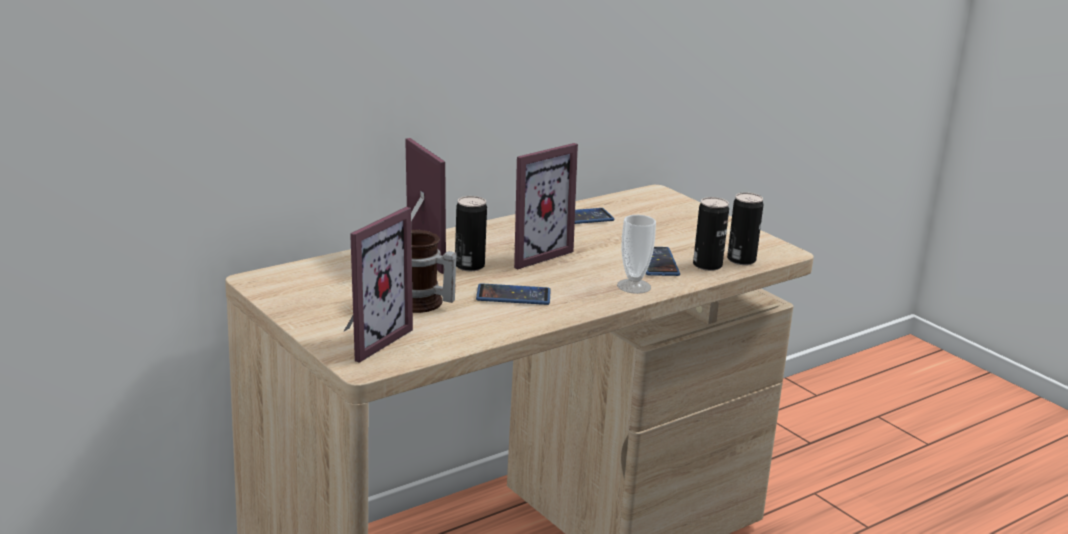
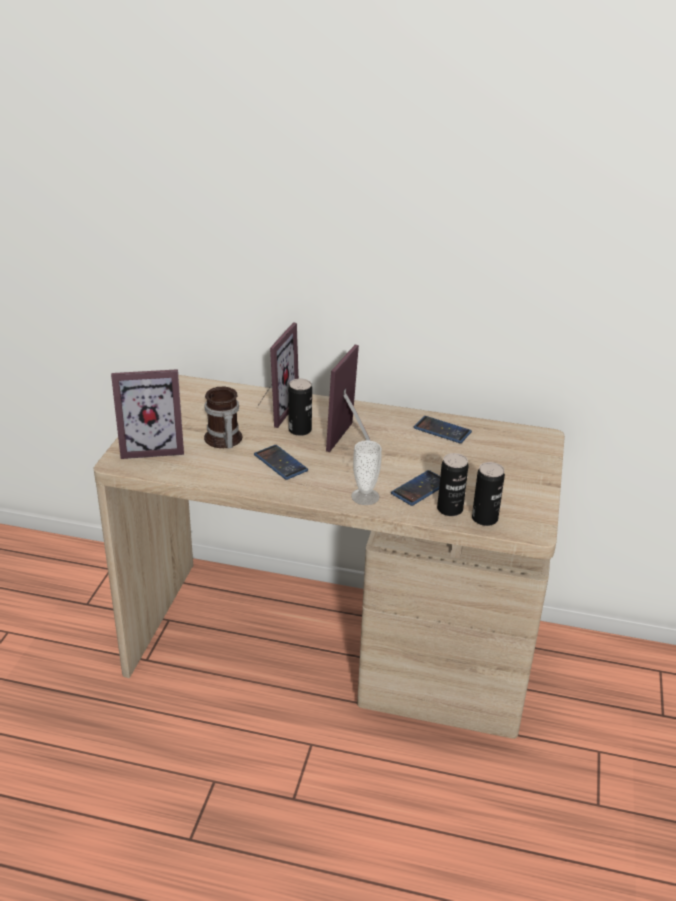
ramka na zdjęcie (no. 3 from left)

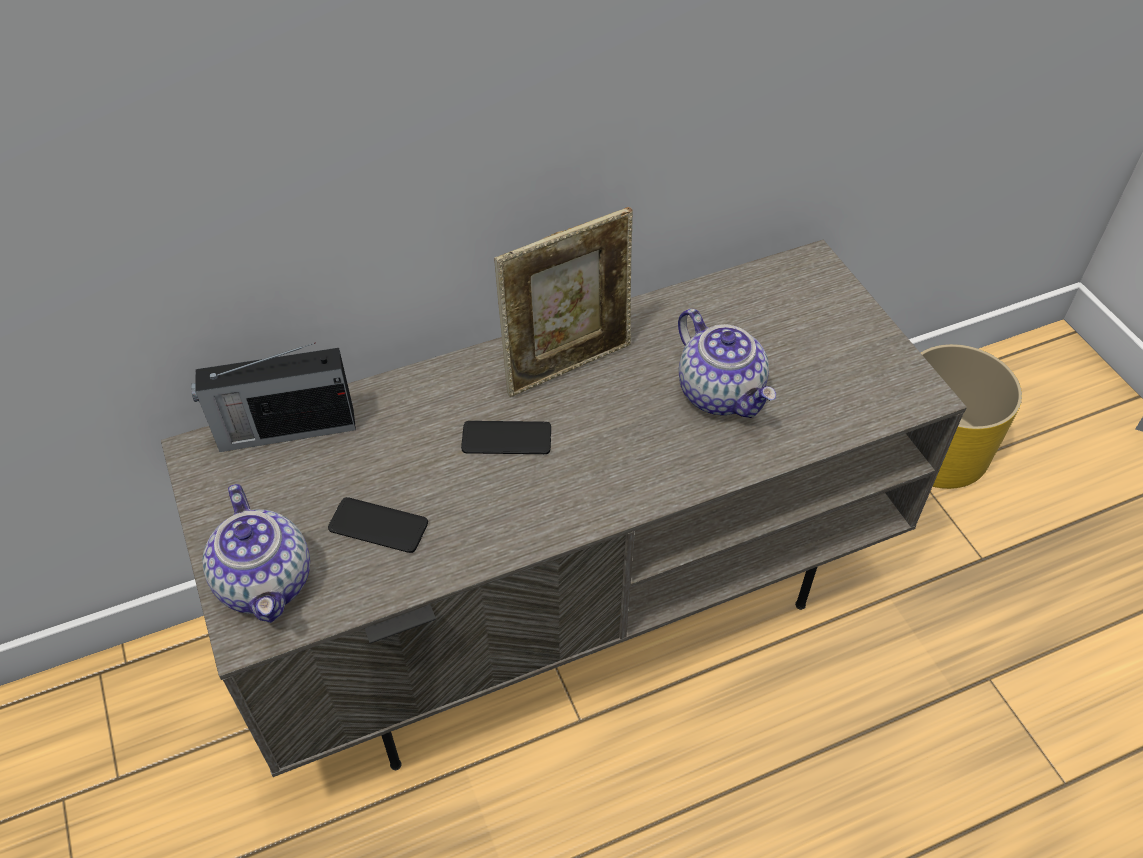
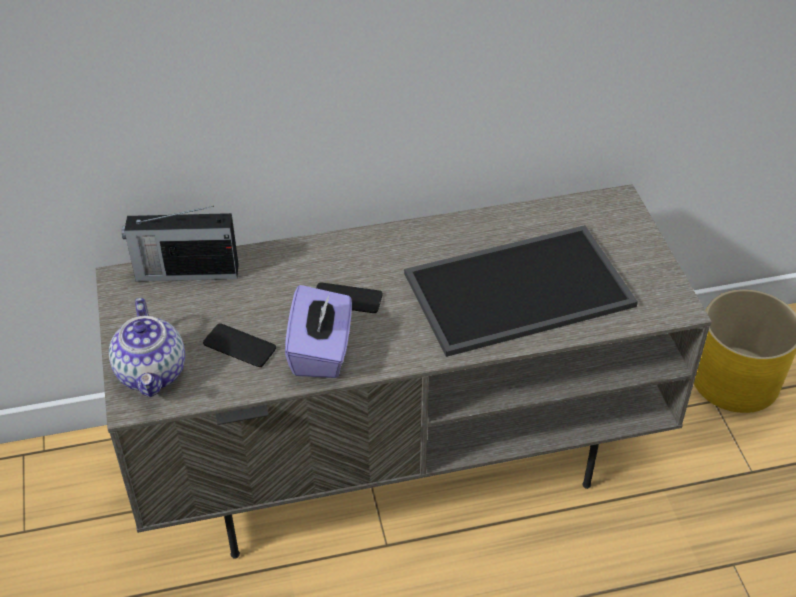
ramka na zdjęcie; taca; pudełko chusteczek/fioletowy

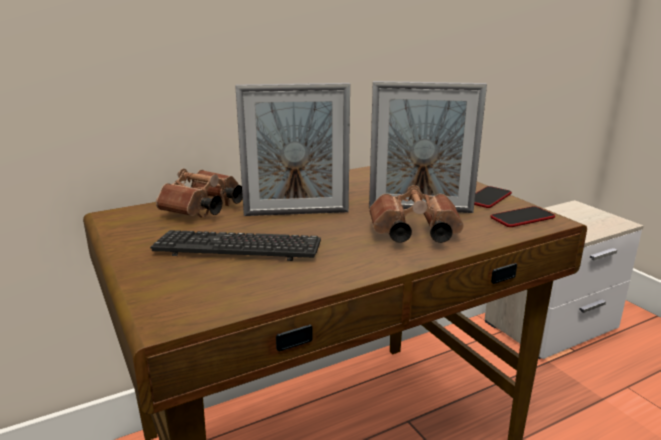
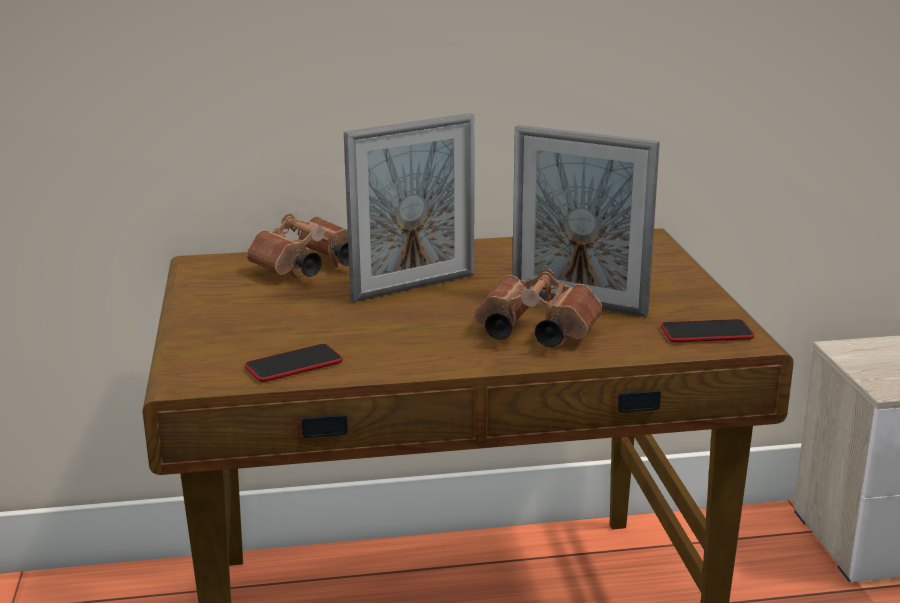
ramka na zdjęcie (no. 1 from left); telefon (no. 1 from left); klawiatura

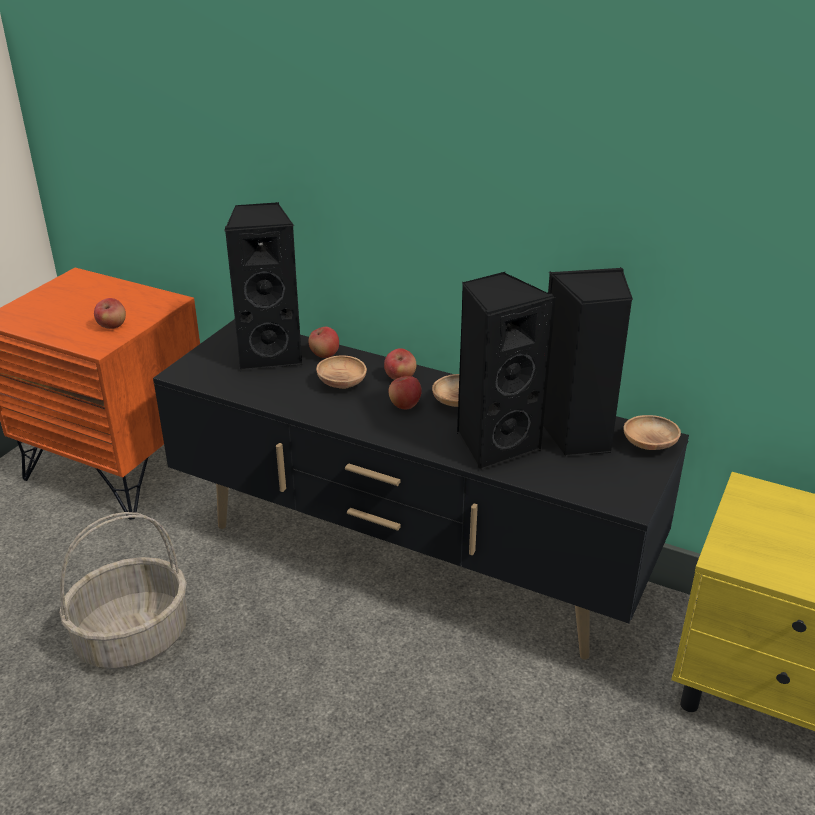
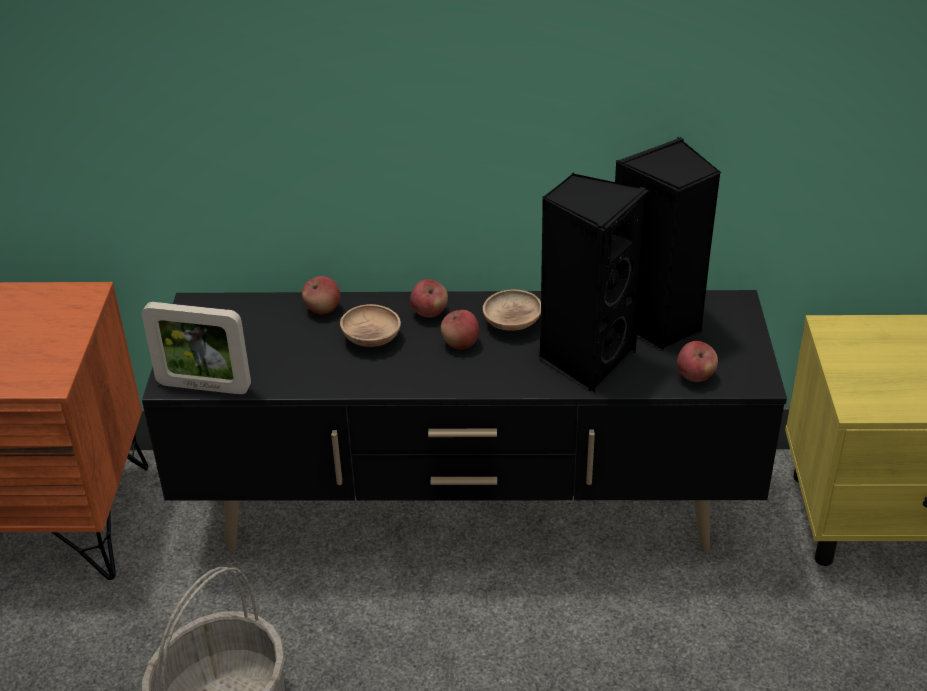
głośnik/czarny (no. 1 from left in the first image); jabłko (no. 4 from left); miska/brązowy (no. 3 from left in the first image); ramka na zdjęcie

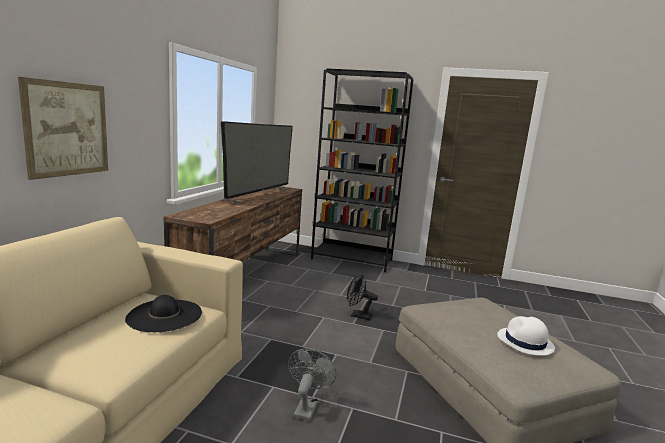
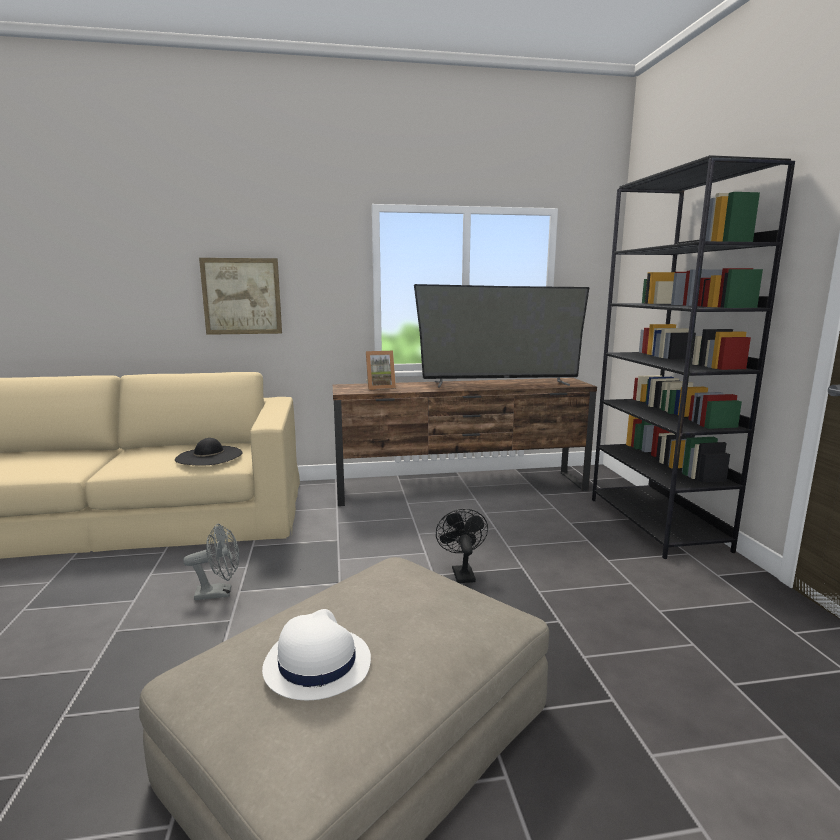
ramka na zdjęcie

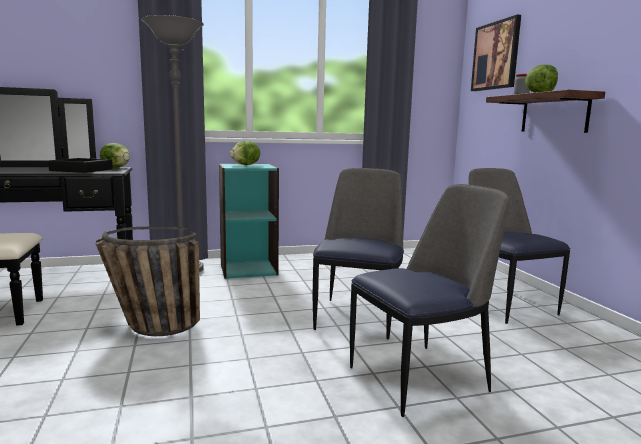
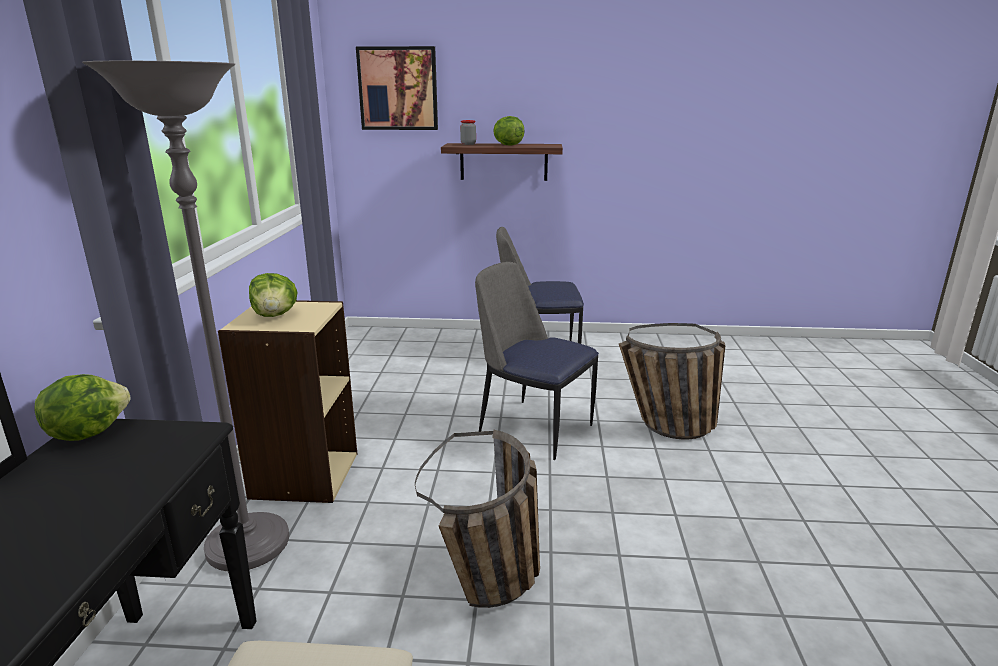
taca/czarny; regał/beżowy; koszyk (no. 2 from left)

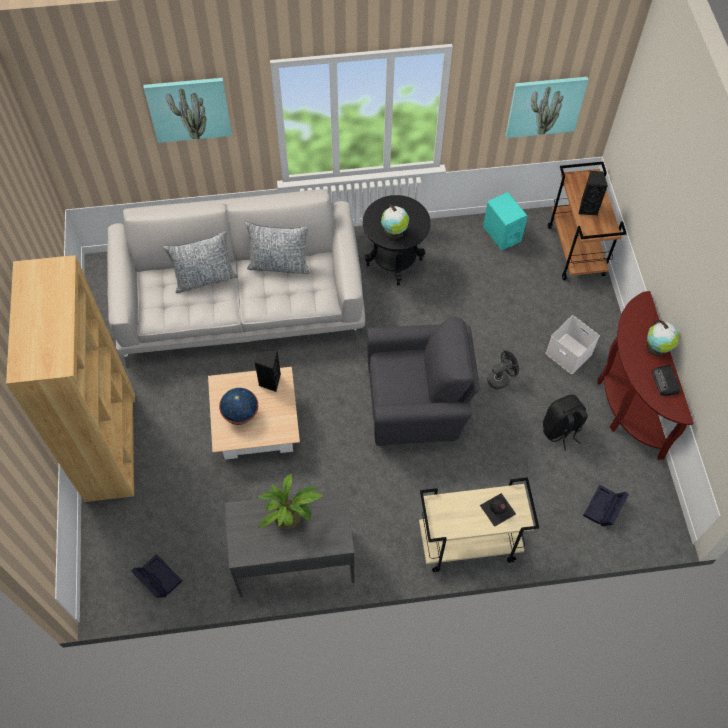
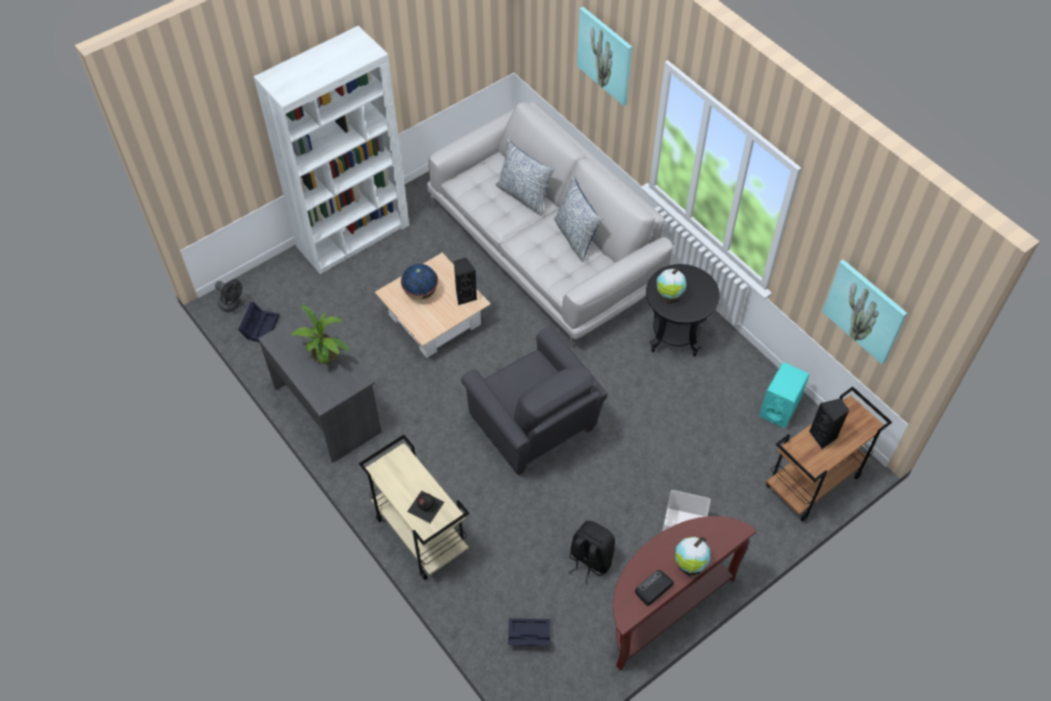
regał/biały; wentylator/czarny

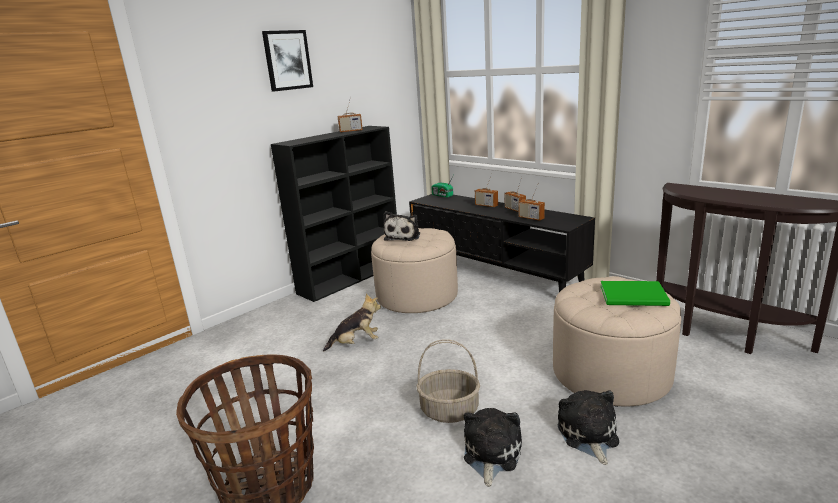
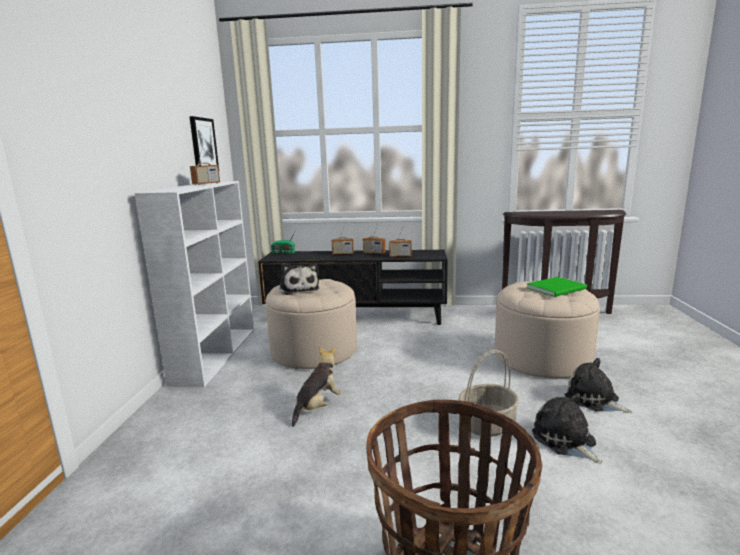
obraz; regał/biały

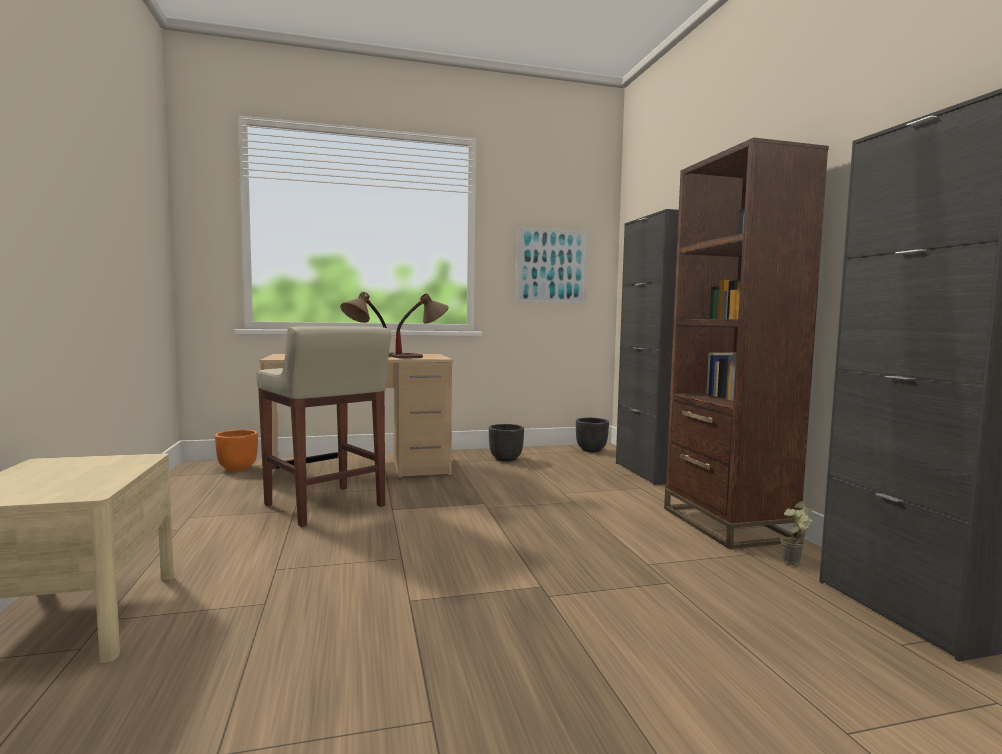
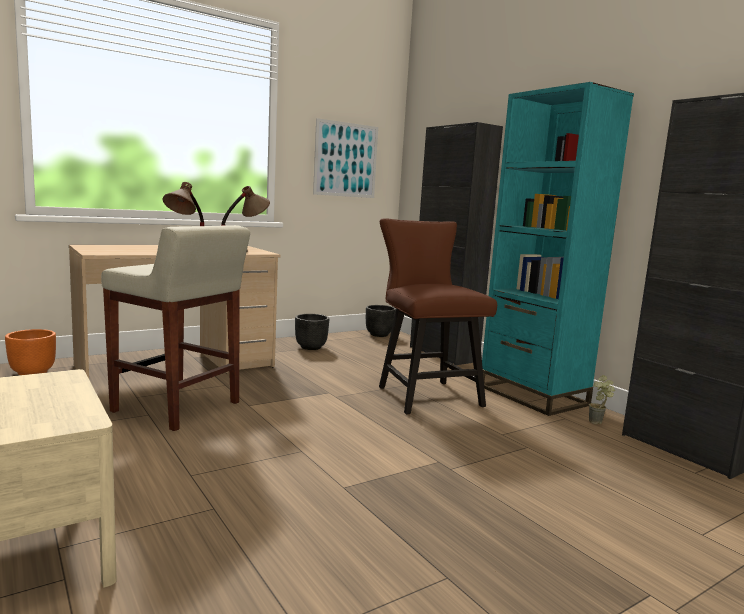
regał/turkusowy; krzesło/brązowy

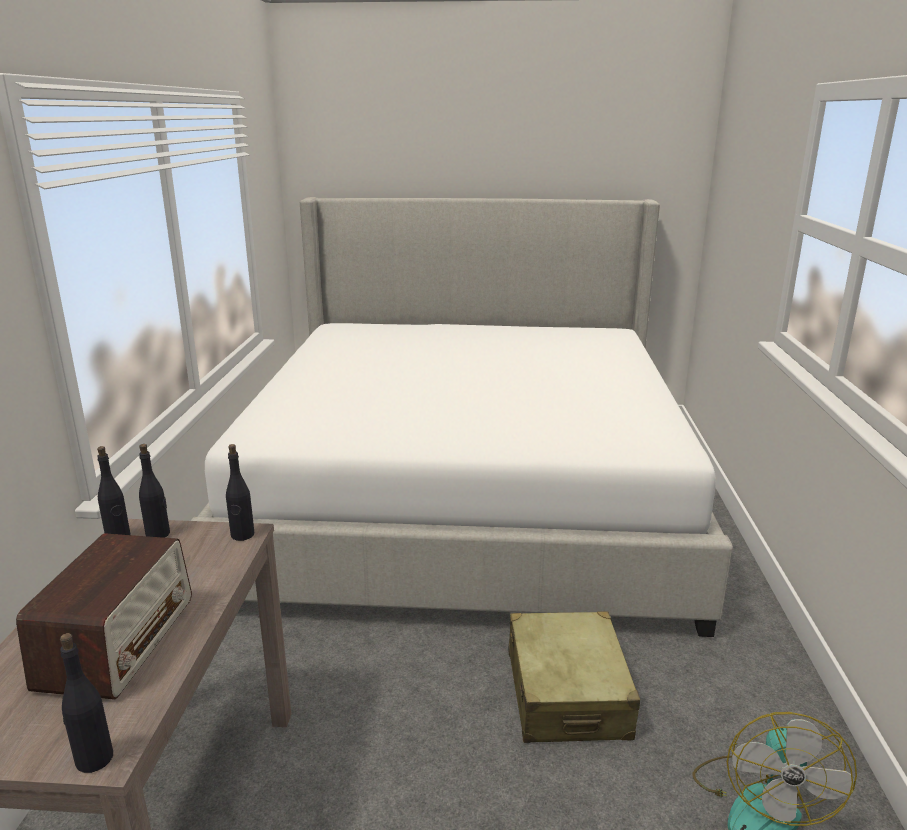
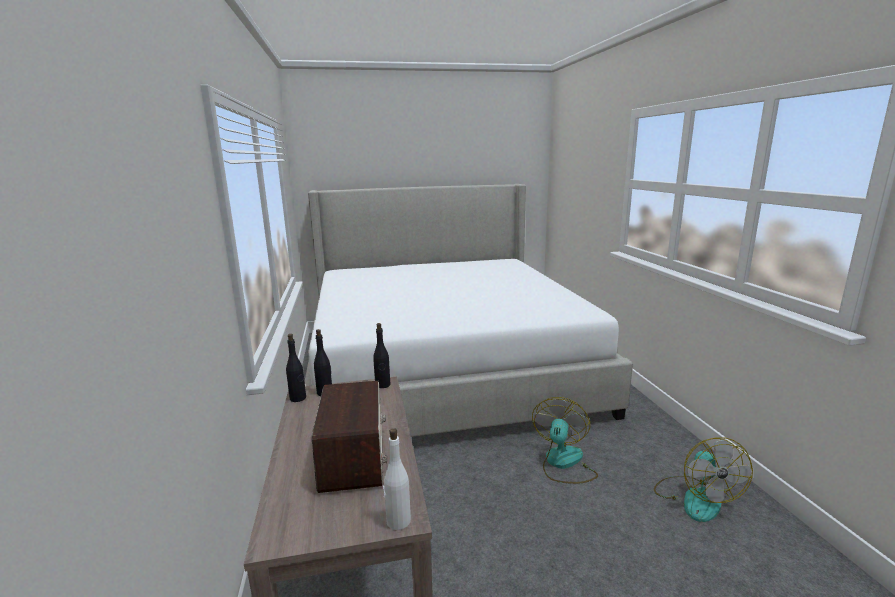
wentylator (no. 1 from left); butelka/biały

